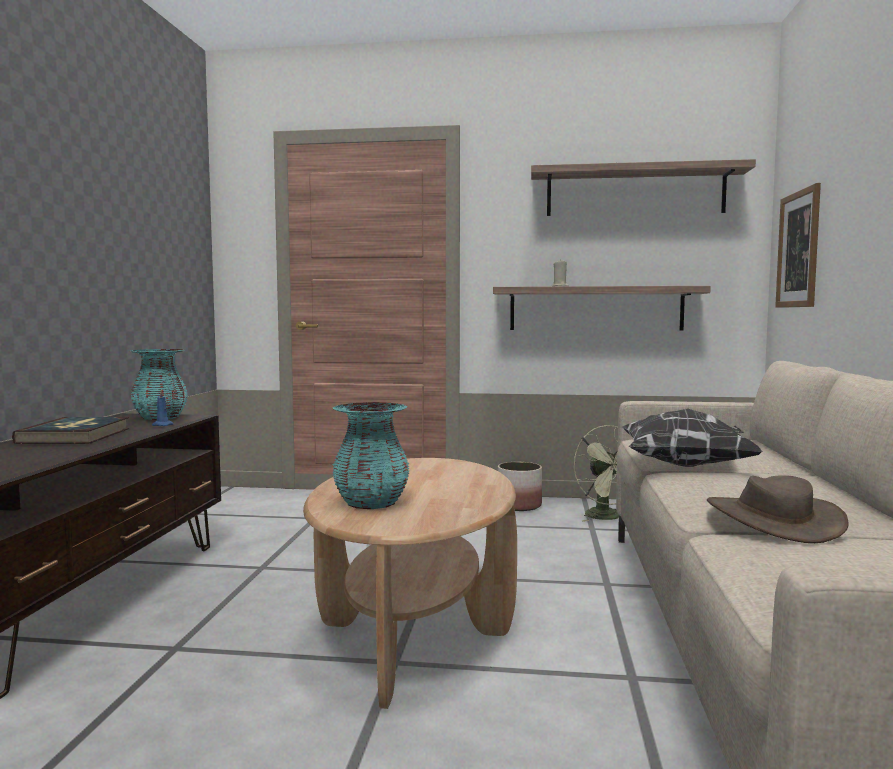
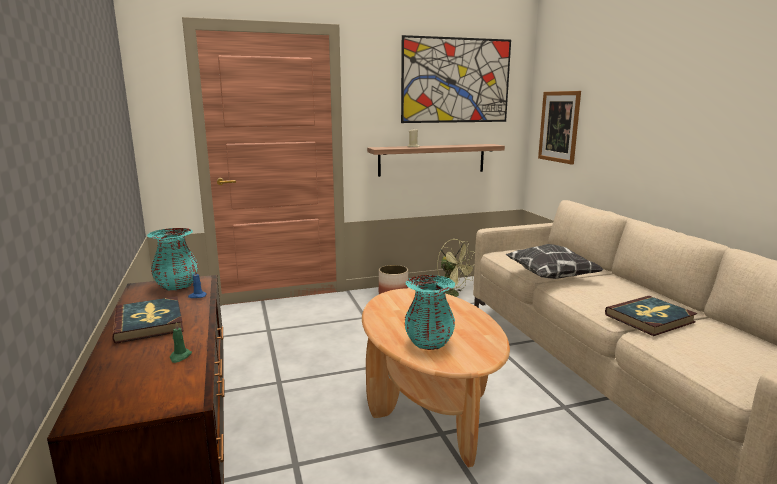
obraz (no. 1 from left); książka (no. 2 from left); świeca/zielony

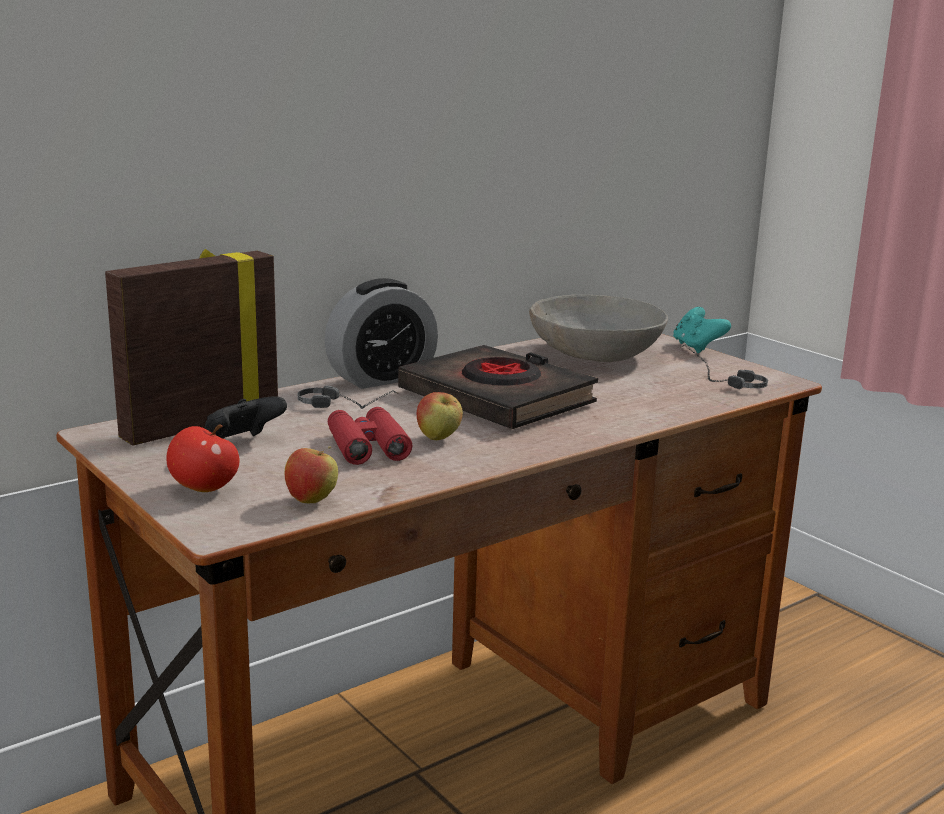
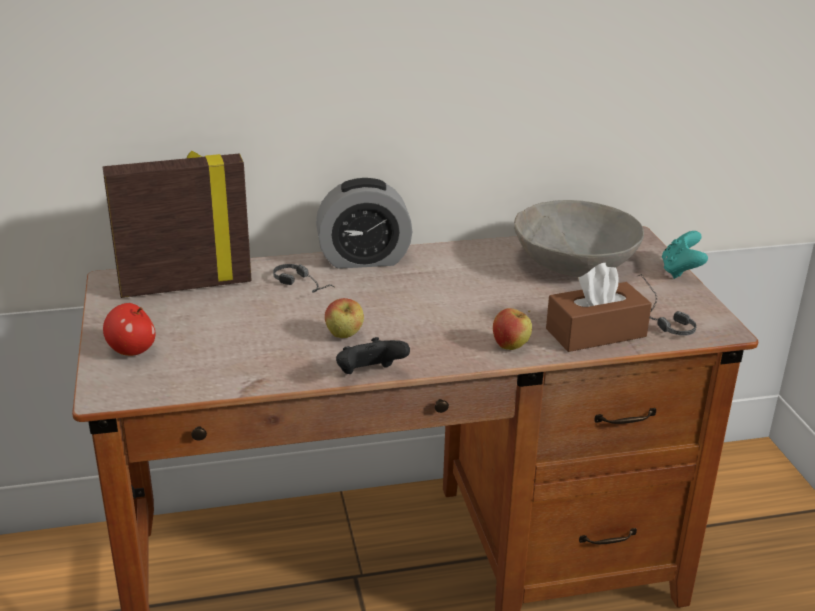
książka/czarny; pad do gier/czarny; lornetka/czerwony; jabłko (no. 3 from left); pudełko chusteczek/brązowy

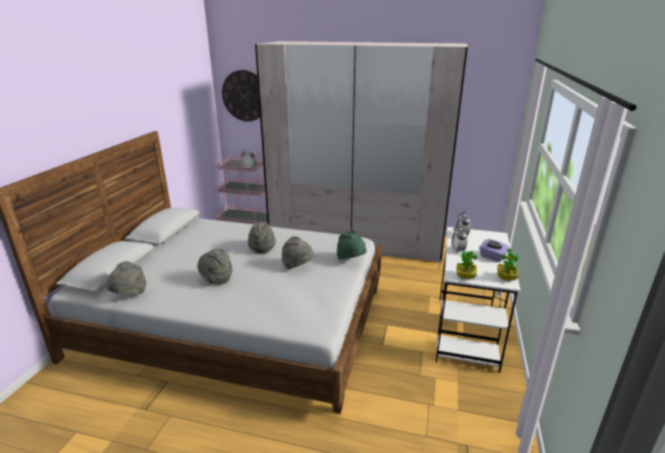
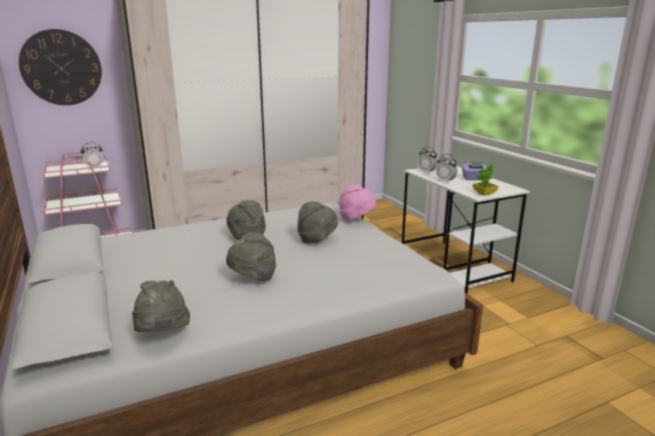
kapelusz/różowy; roślina doniczkowa (no. 2 from left in the first image)

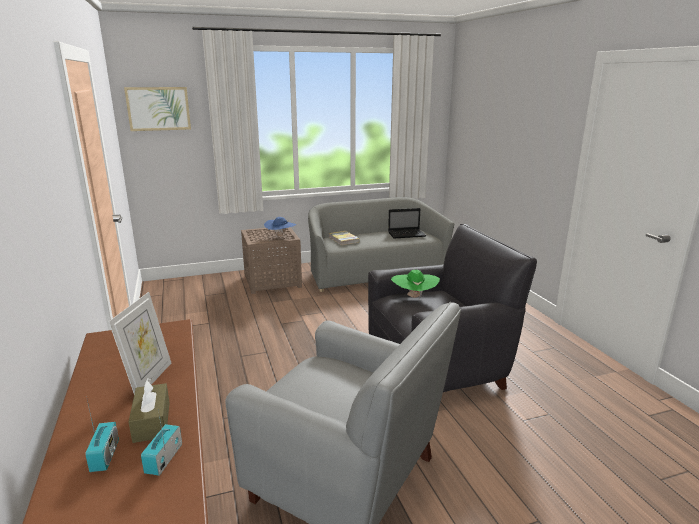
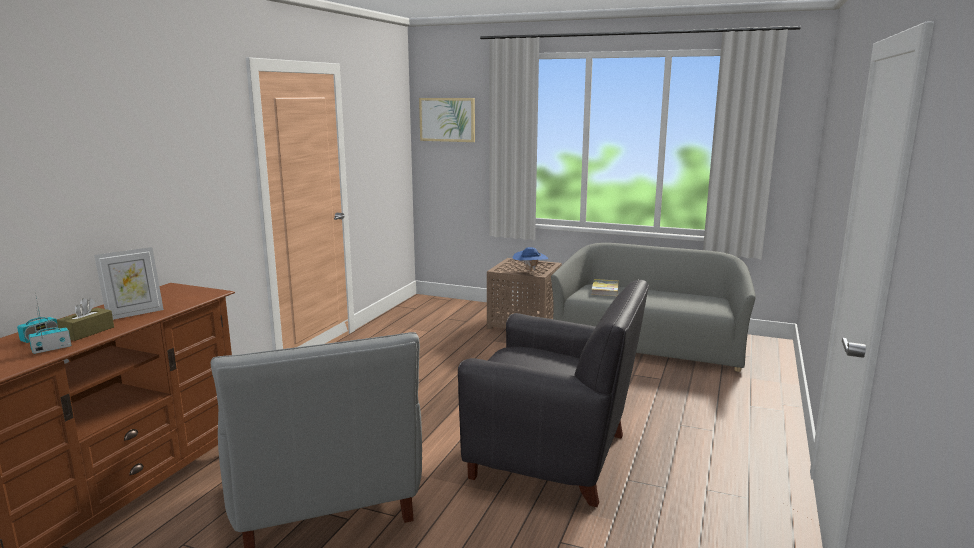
laptop; kapelusz/zielony

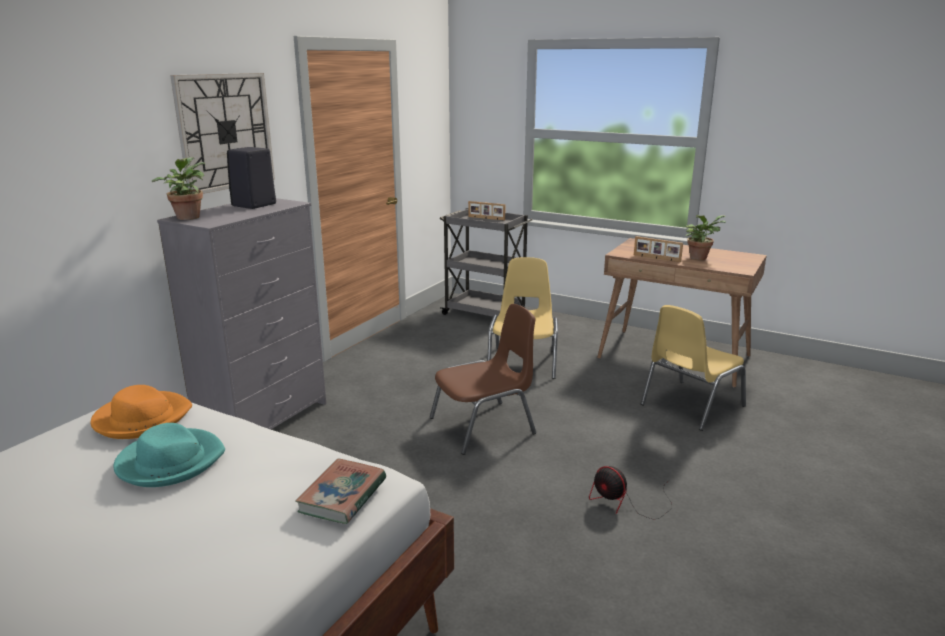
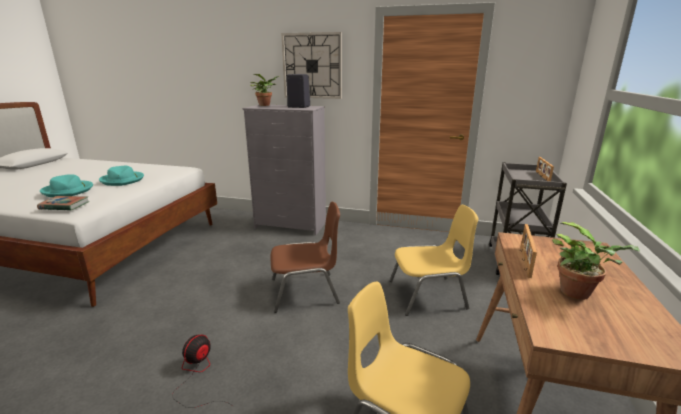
krzesło/brązowy; kapelusz/pomarańczowy; kapelusz/turkusowy (no. 1 from left)

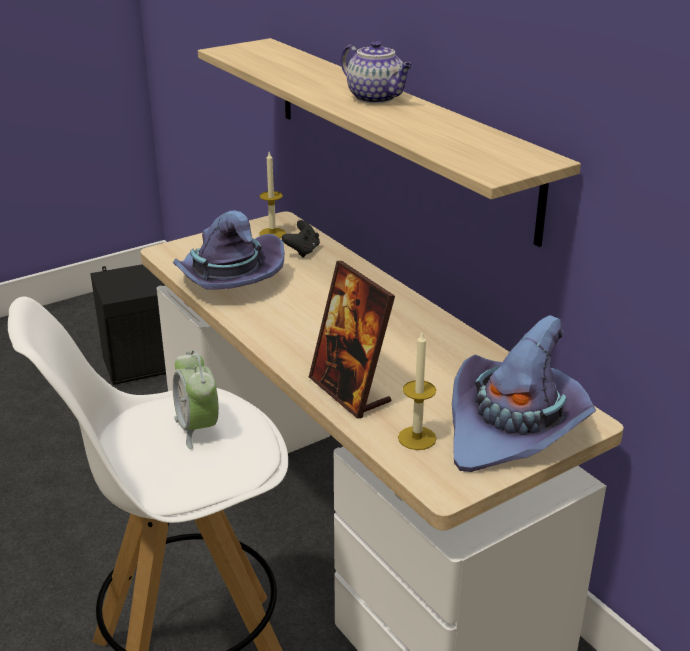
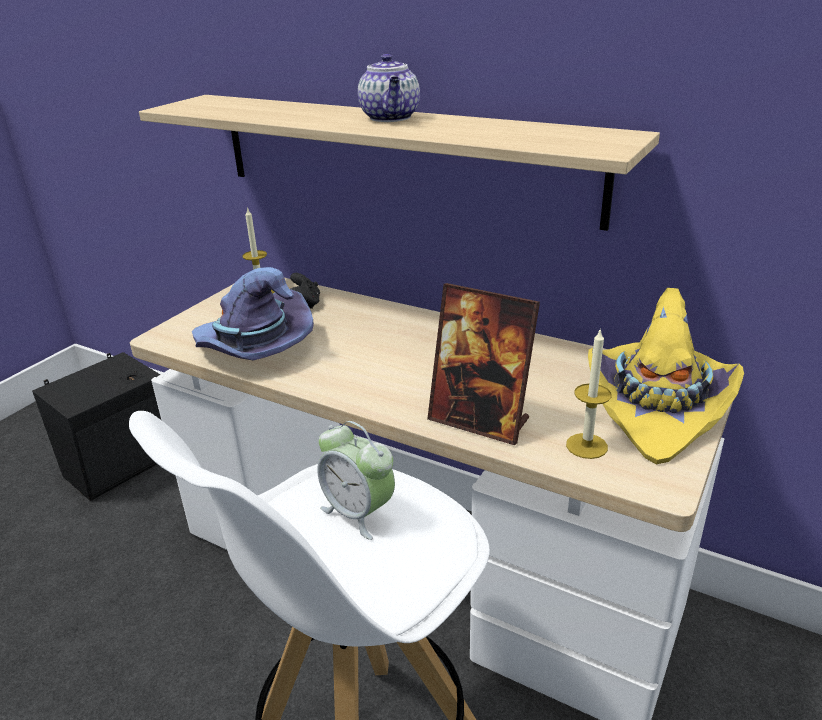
imbryk; kapelusz/żółty

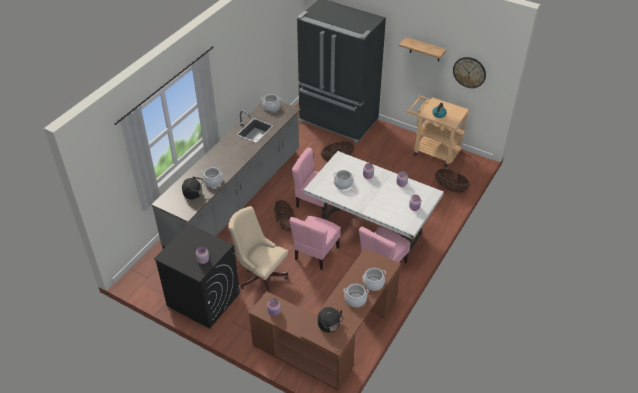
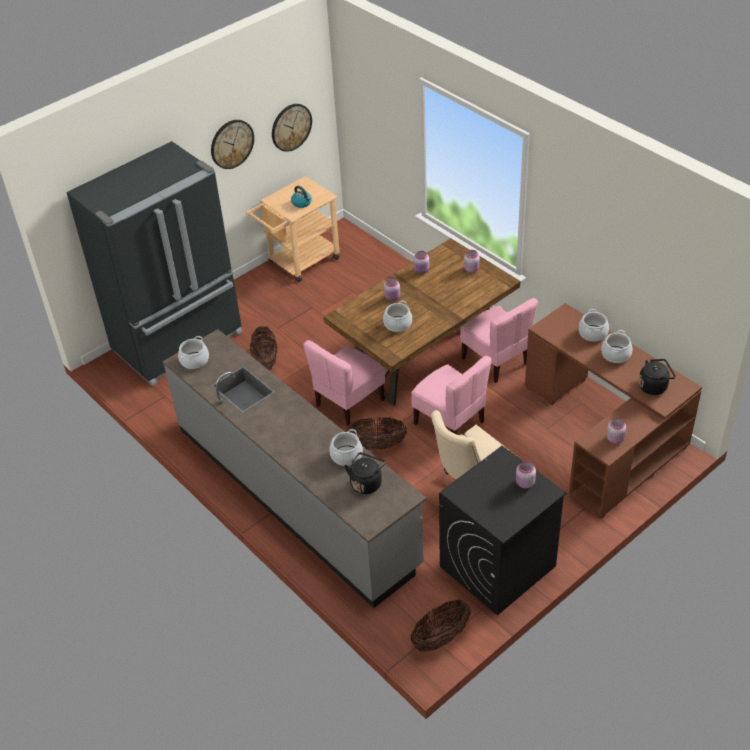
zegar ścienny (no. 1 from left); stół jadalny/brązowy; koszyk (no. 3 from left)

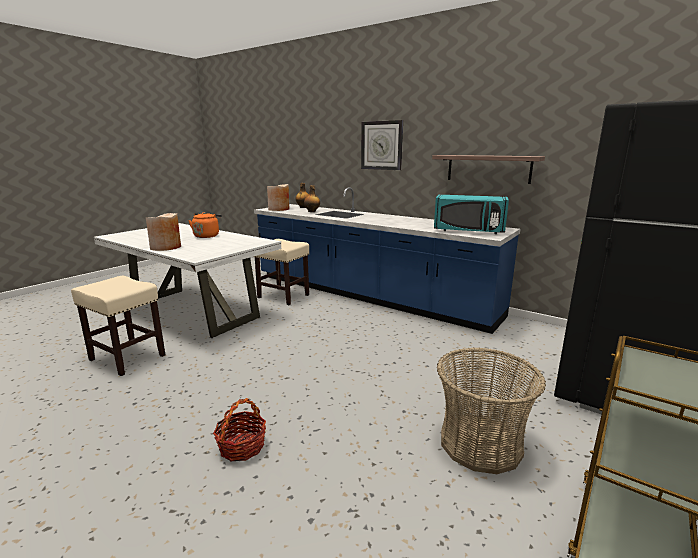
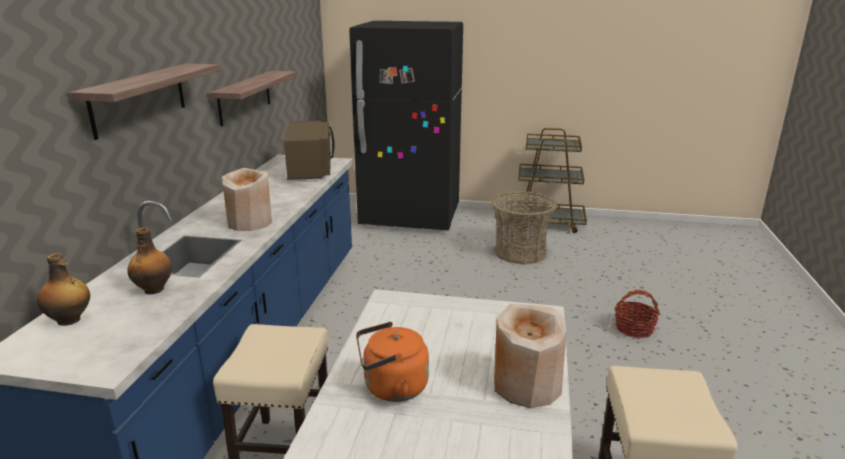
półka (no. 1 from left); wazon/beżowy (no. 1 from left); mikrofalówka/brązowy

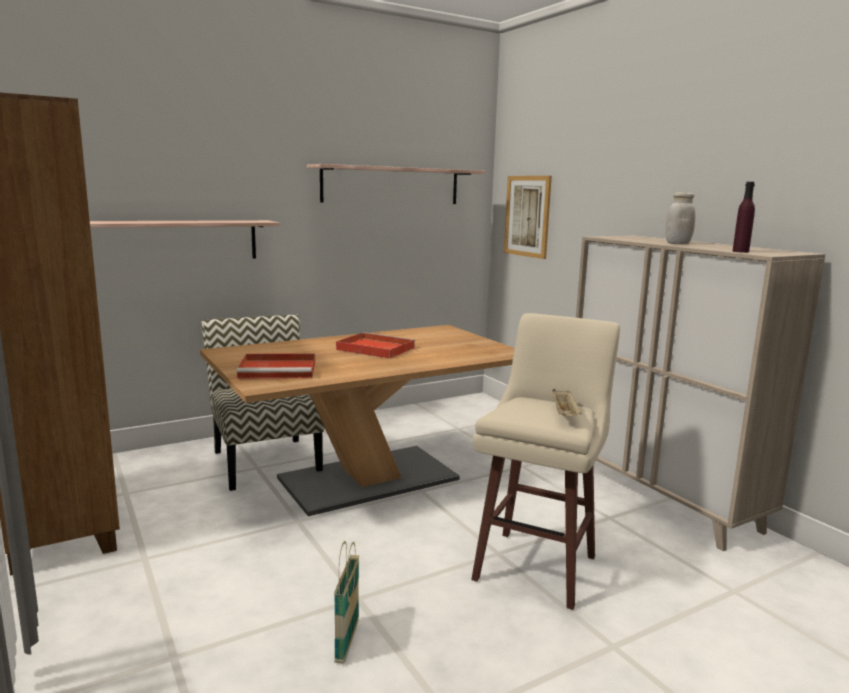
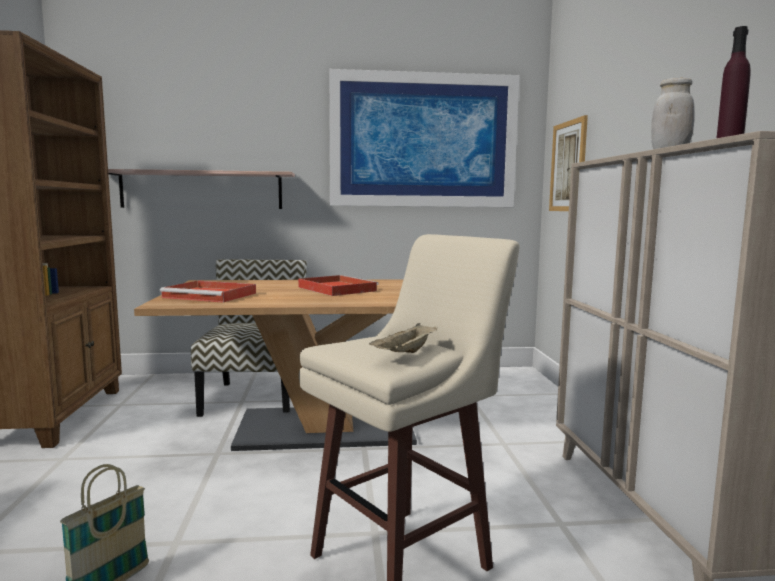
obraz (no. 1 from left)

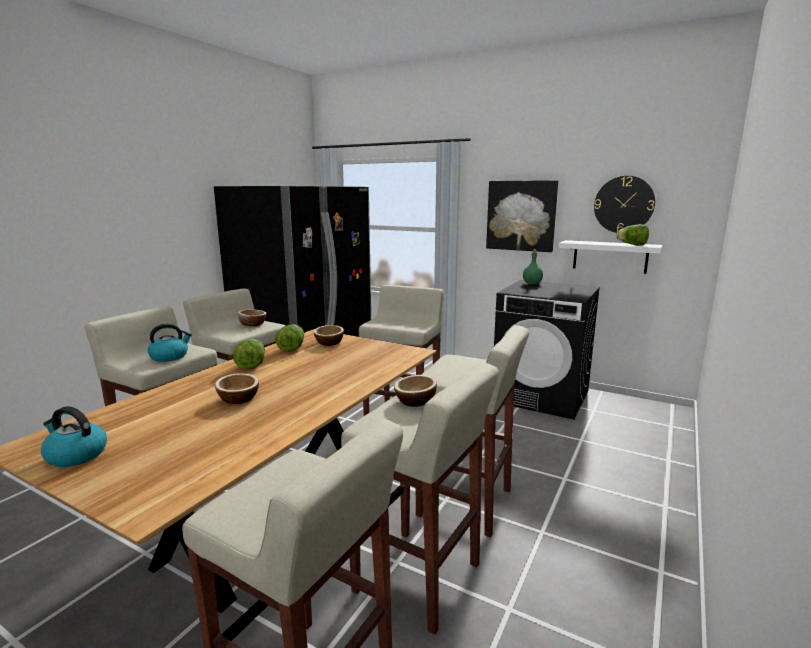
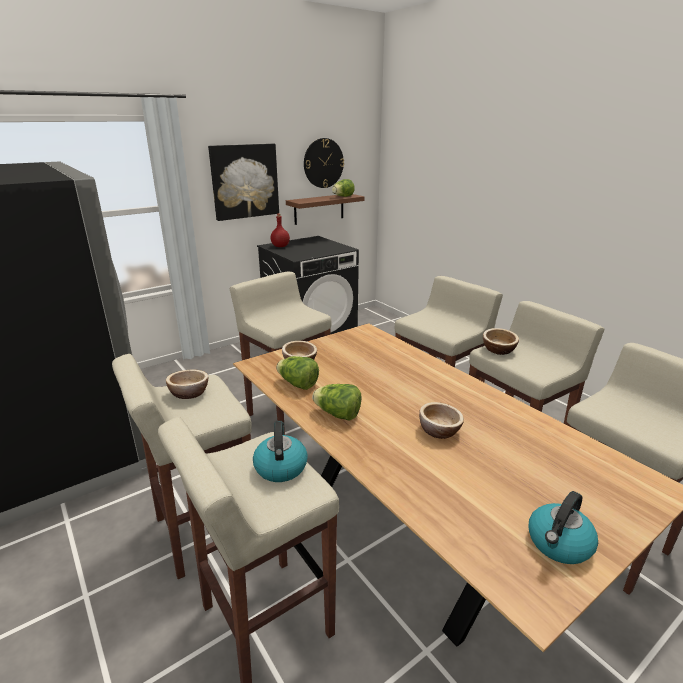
półka/brązowy; butelka/czerwony

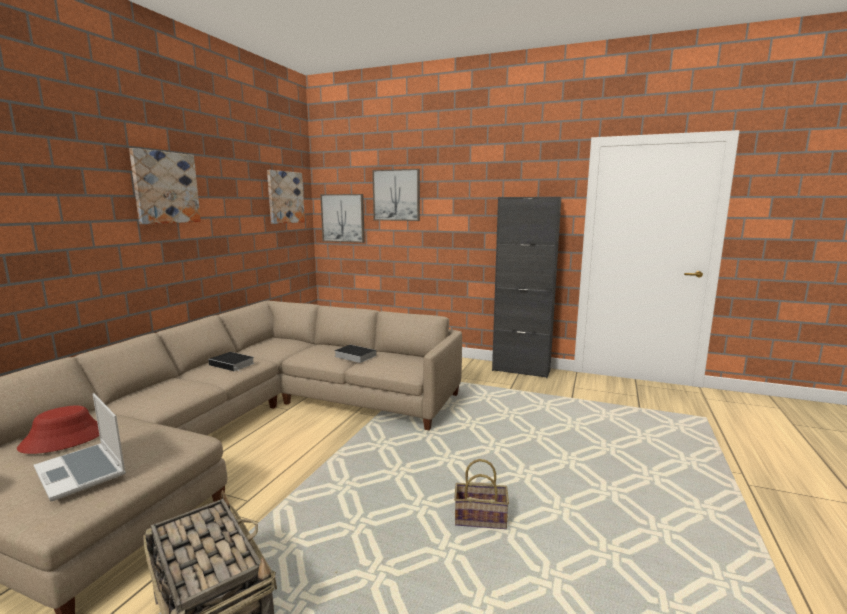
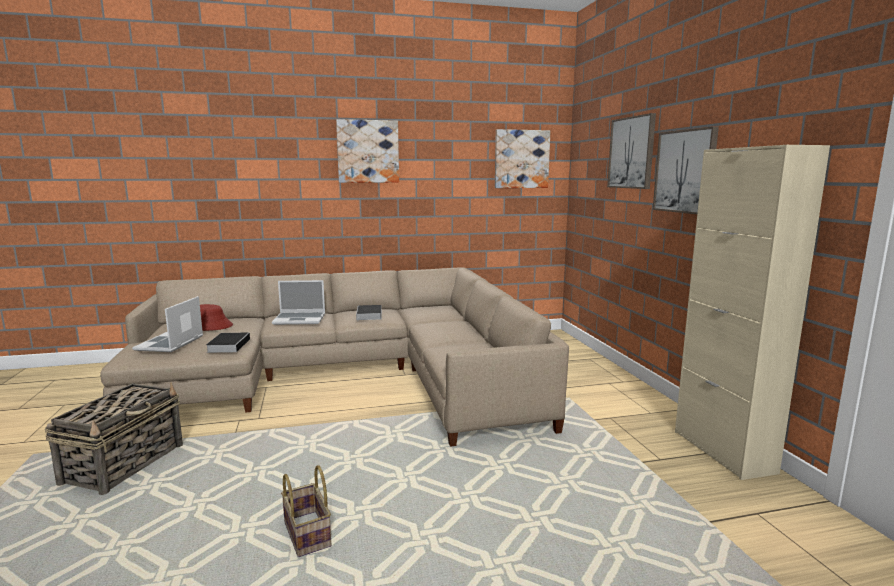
obraz (no. 4 from left); szafka/beżowy; książka (no. 1 from left); laptop (no. 2 from left)

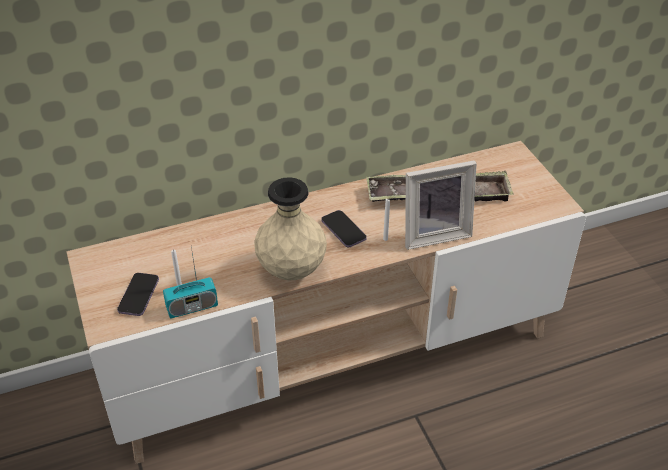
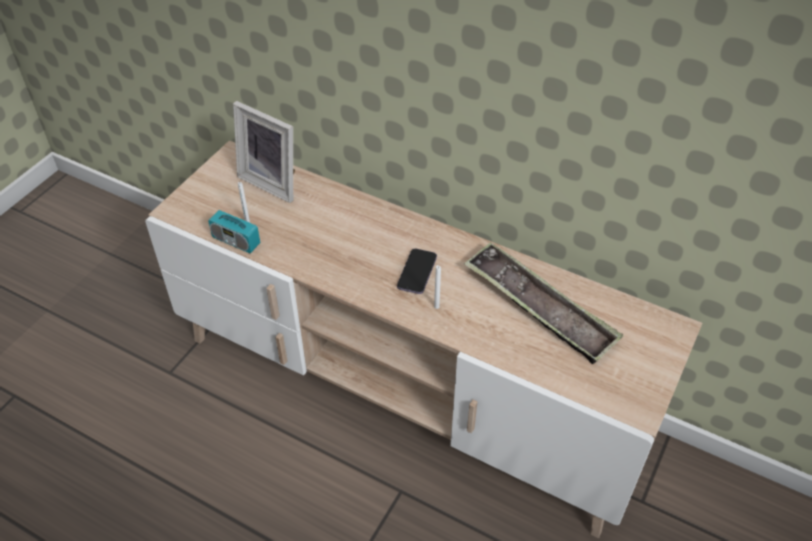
ramka na zdjęcie; wazon/beżowy; telefon (no. 1 from left in the first image)

